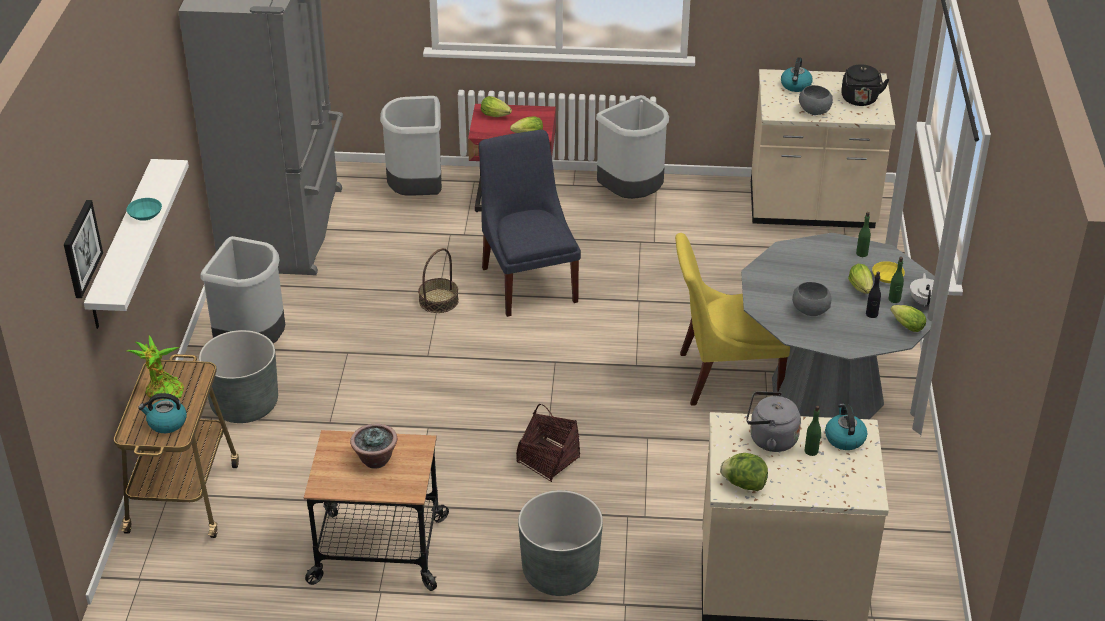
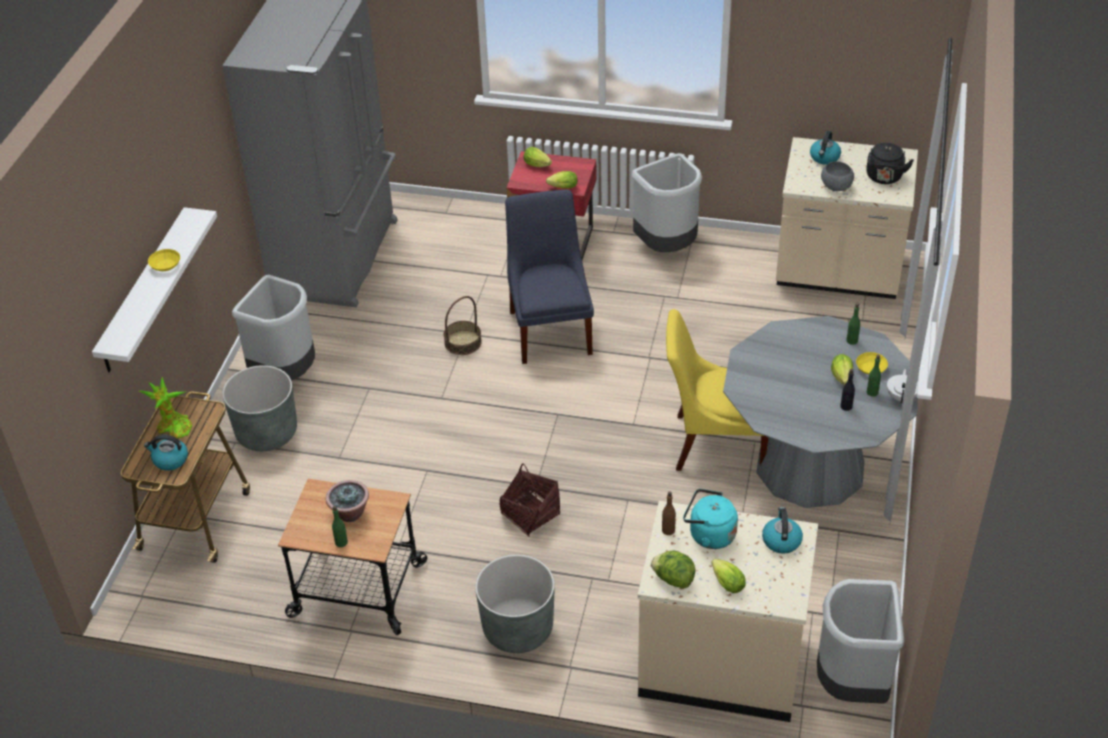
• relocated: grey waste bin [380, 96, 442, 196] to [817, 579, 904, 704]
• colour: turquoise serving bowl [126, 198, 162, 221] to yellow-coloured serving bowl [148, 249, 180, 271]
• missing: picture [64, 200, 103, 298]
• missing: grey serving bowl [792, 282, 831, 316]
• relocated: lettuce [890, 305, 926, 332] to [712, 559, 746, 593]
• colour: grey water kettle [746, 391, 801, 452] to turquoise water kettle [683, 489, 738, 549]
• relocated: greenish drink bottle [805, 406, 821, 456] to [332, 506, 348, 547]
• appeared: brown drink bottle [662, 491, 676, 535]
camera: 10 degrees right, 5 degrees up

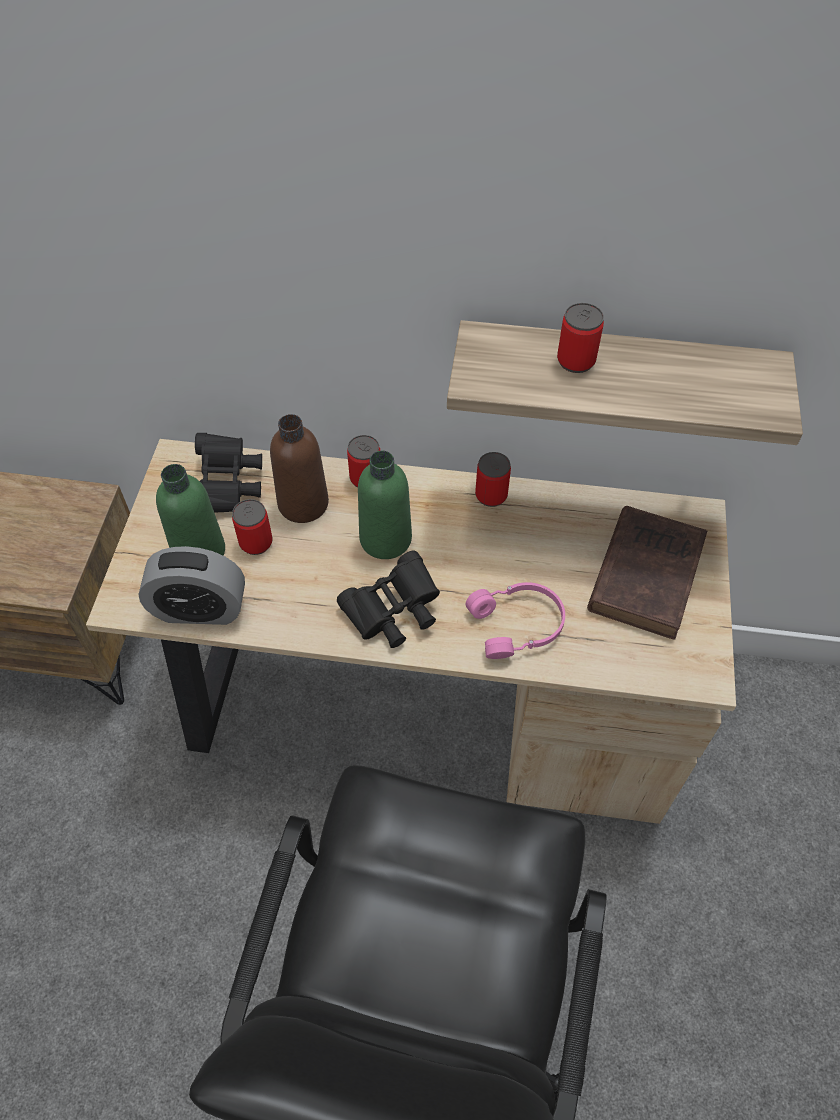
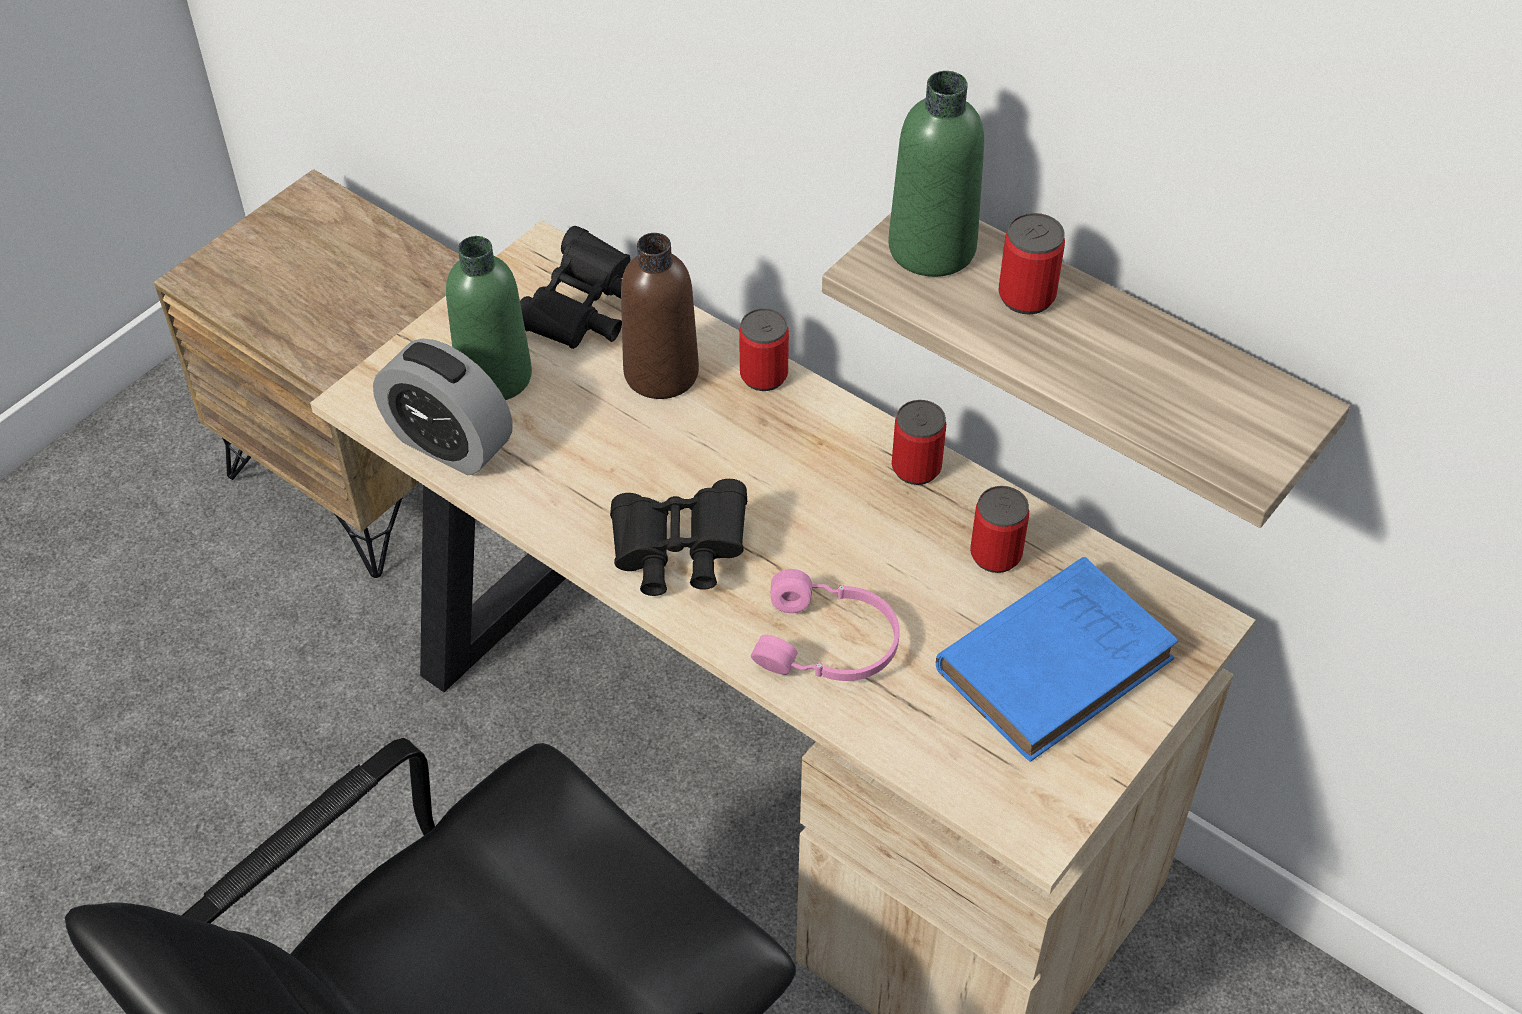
• relocated: greenish drink bottle [358, 451, 412, 559] to [888, 71, 984, 277]
• relocated: can [232, 499, 273, 555] to [970, 486, 1029, 573]
• colour: brown bound book [587, 506, 707, 640] to blue-coloured bound book [936, 557, 1178, 762]
camera: 30 degrees right, 5 degrees down

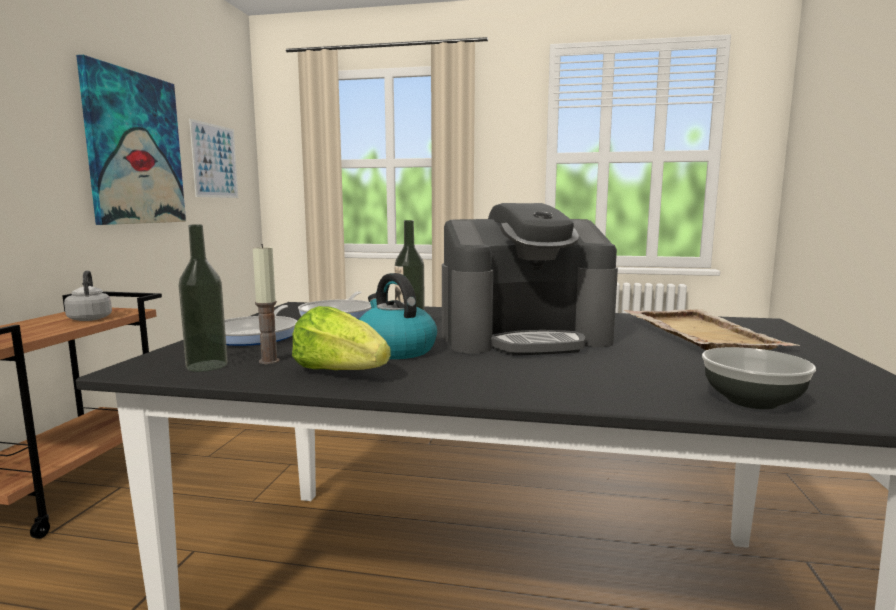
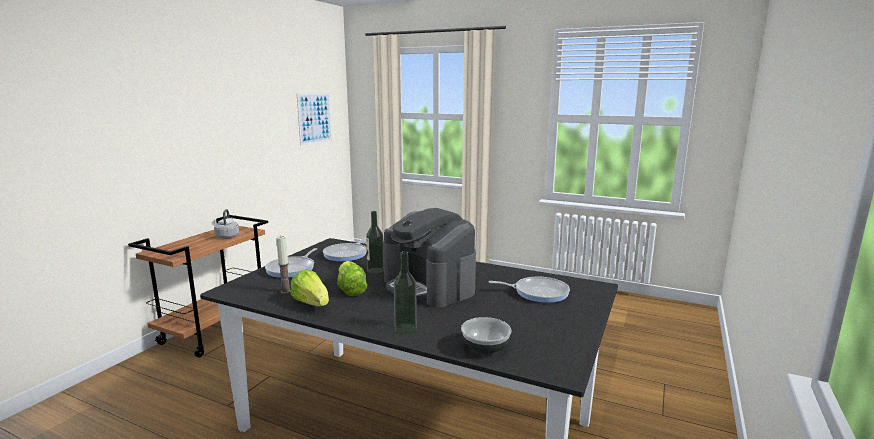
• missing: picture [76, 55, 186, 225]
• spun: coffee brewer [442, 203, 618, 356] = [383, 208, 476, 308] 45 degrees clockwise
• relocated: drink bottle [178, 225, 228, 372] to [394, 251, 417, 334]
• exchanged: water kettle [359, 273, 437, 359] to lettuce [337, 261, 367, 296]
• exchanged: beige carrying tray [623, 309, 800, 350] to skillet [488, 277, 570, 303]
camera: 15 degrees right, 5 degrees up

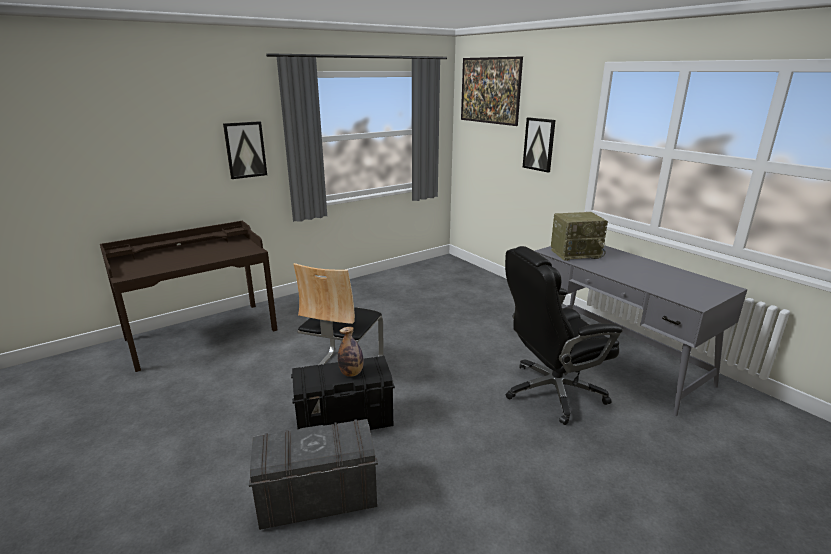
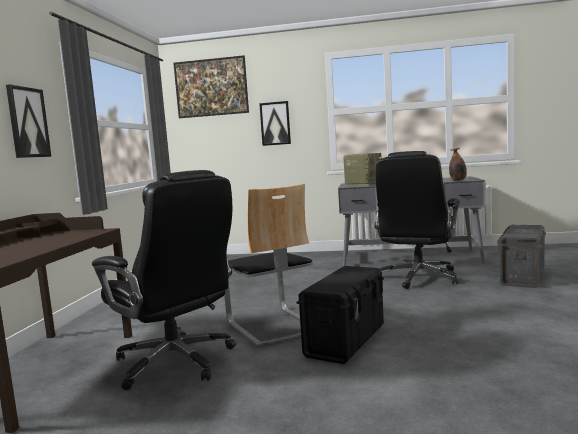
• relocated: drink bottle [338, 327, 364, 377] to [449, 148, 467, 181]
• relocated: grey storage box [249, 419, 378, 530] to [497, 225, 546, 288]
• appeared: black-coloured computer chair [92, 170, 236, 390]
camera: 45 degrees left, 15 degrees down

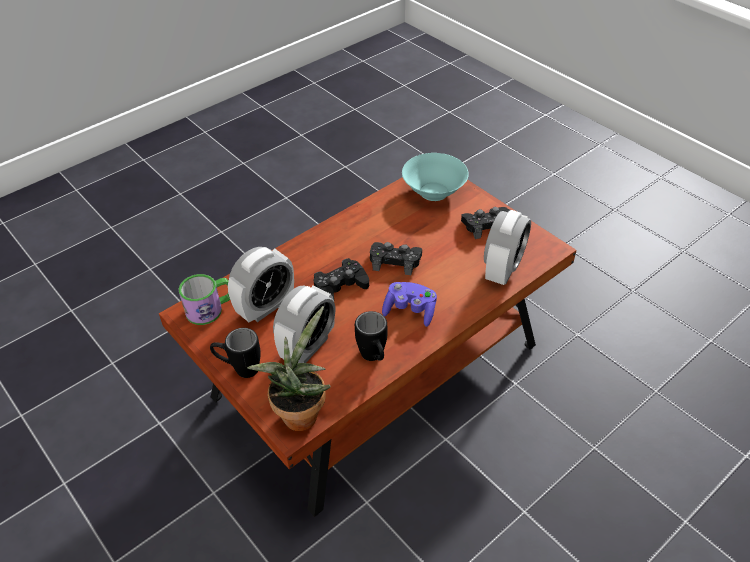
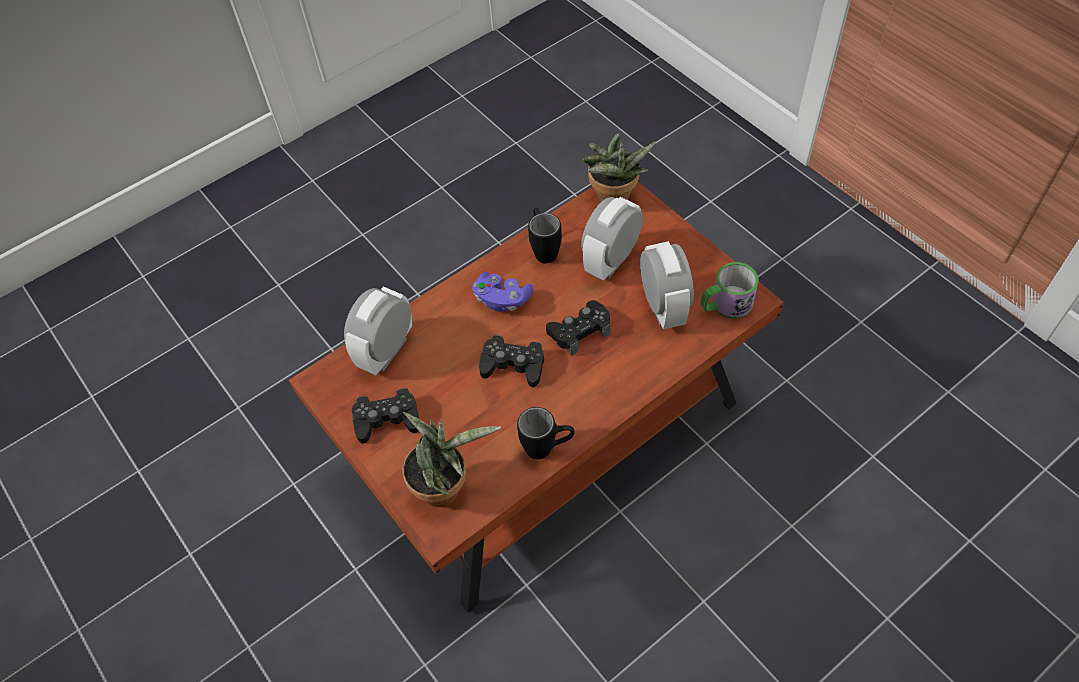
• exchanged: turquoise serving bowl [402, 153, 469, 201] to plant in a pot [402, 412, 501, 507]
• spun: table clock [228, 247, 294, 322] = [640, 241, 694, 329] 120 degrees clockwise
• relocated: black-coloured tea mug [210, 328, 261, 378] to [517, 407, 575, 460]
camera: 175 degrees left, 10 degrees up

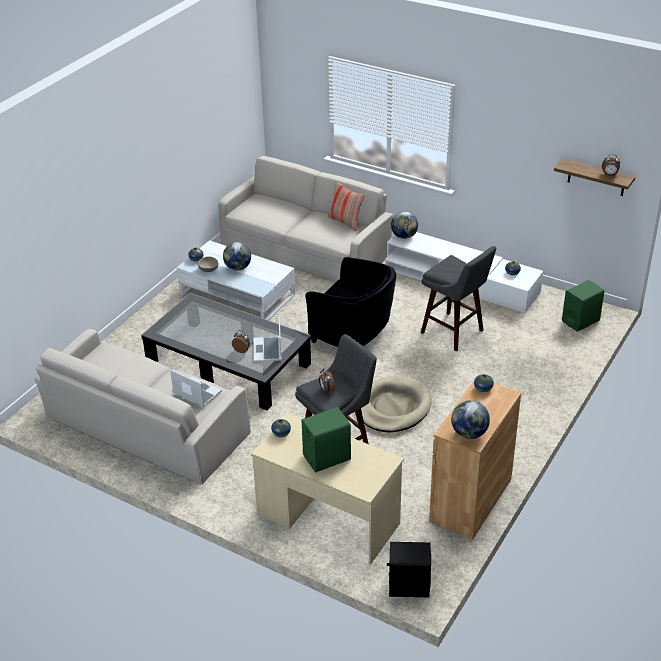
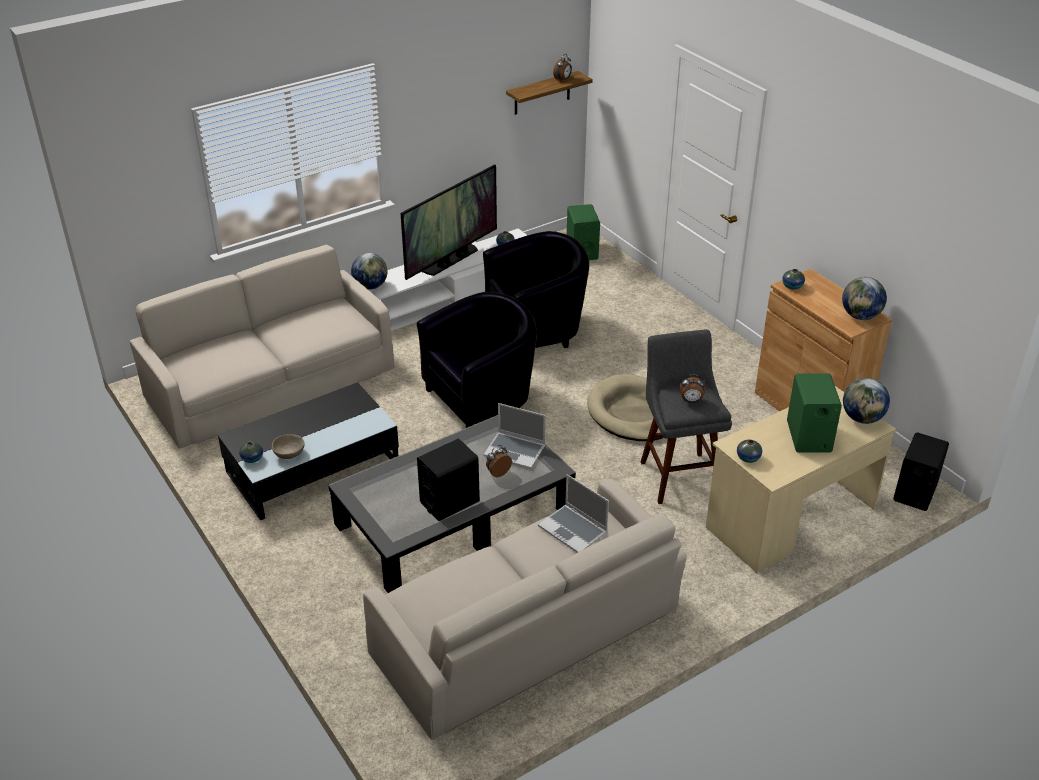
• missing: throw pillow [328, 182, 364, 231]
• colour: whitish coffee table [176, 240, 295, 320] to black-coloured coffee table [218, 382, 399, 520]
• relocated: globe [223, 242, 251, 271] to [843, 378, 890, 424]
• exchanged: grey sitting stool [421, 246, 496, 351] to black-coloured easy chair [483, 231, 589, 348]
• spun: portable computer [170, 370, 222, 407] = [538, 474, 609, 553] 105 degrees counterclockwise
• appeared: TV [400, 164, 497, 280]
• appeared: black-coloured speaker [417, 439, 480, 521]
camera: 65 degrees left, 0 degrees up

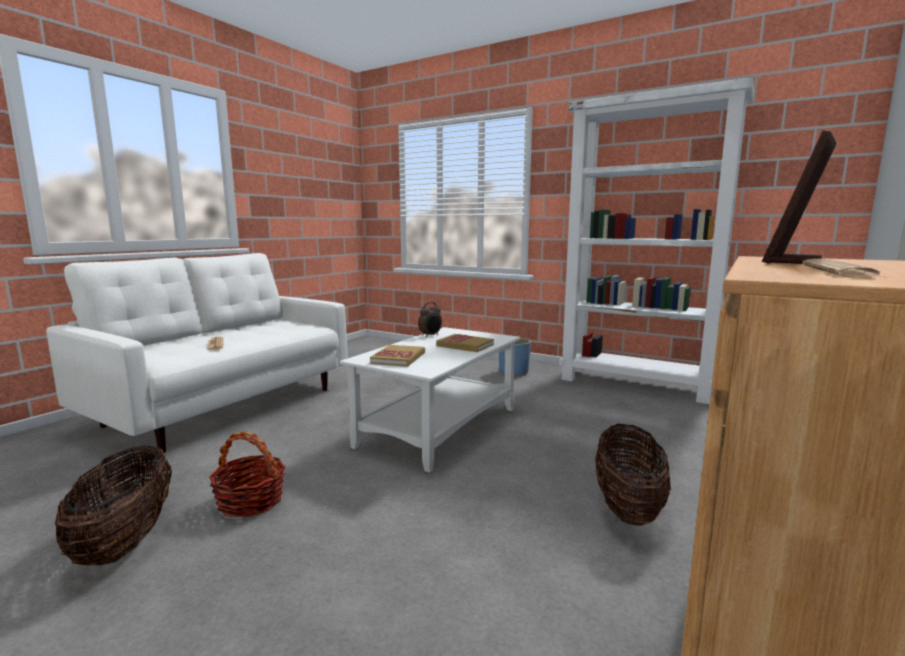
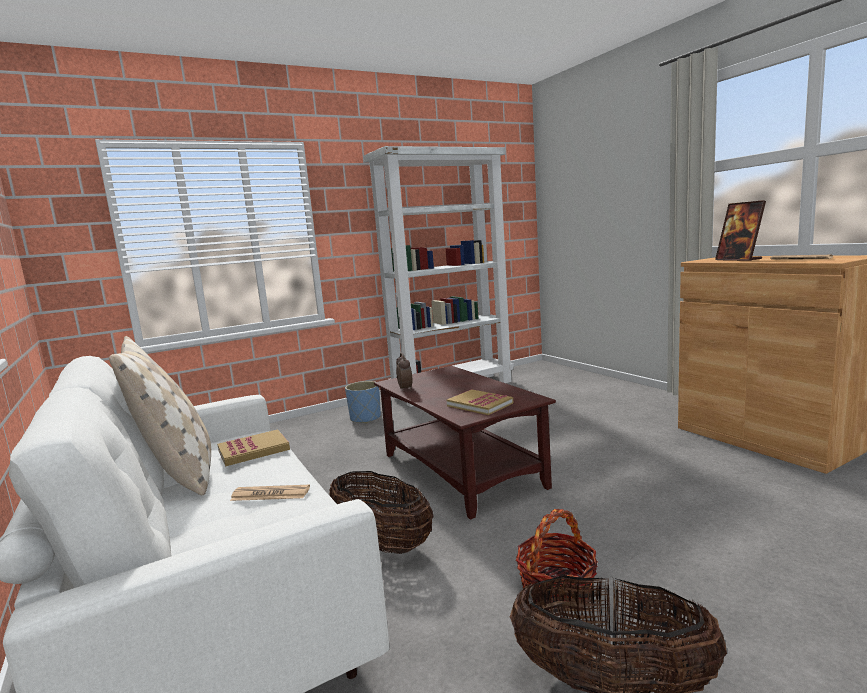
• colour: whitish coffee table [340, 327, 520, 473] to brown coffee table [374, 366, 556, 520]
• relocated: bound book [436, 334, 494, 352] to [217, 429, 290, 466]
• relocated: basket [595, 424, 671, 526] to [329, 471, 434, 554]
• appeared: beige throw pillow [109, 336, 211, 496]
camera: 60 degrees left, 0 degrees up

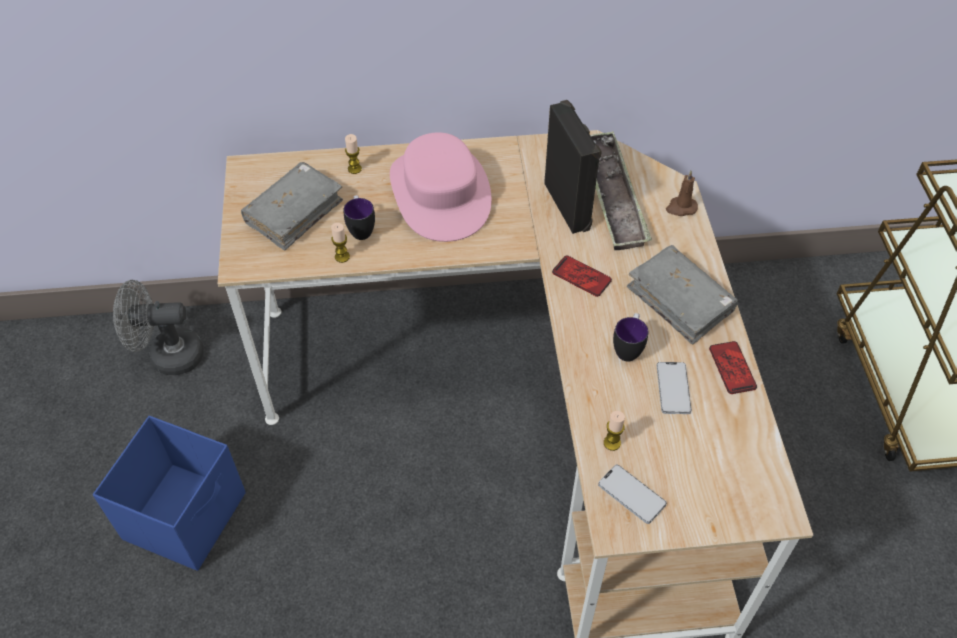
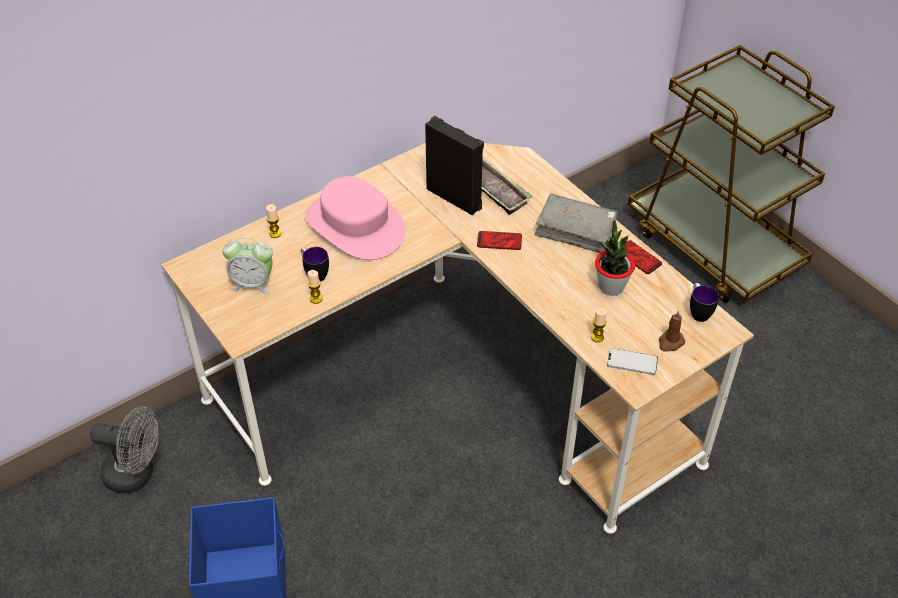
• exchanged: grey bound book [241, 162, 343, 250] to table clock [222, 237, 273, 294]
• relocated: brown wax light [666, 170, 698, 216] to [659, 310, 685, 352]
• spun: grey cooling fan [113, 280, 204, 375] = [90, 406, 159, 493] 135 degrees counterclockwise
• relocated: tea mug [613, 313, 648, 362] to [690, 283, 719, 322]
• exchanged: phone [657, 362, 692, 414] to plant in a pot [595, 219, 635, 296]
camera: 30 degrees left, 5 degrees down

